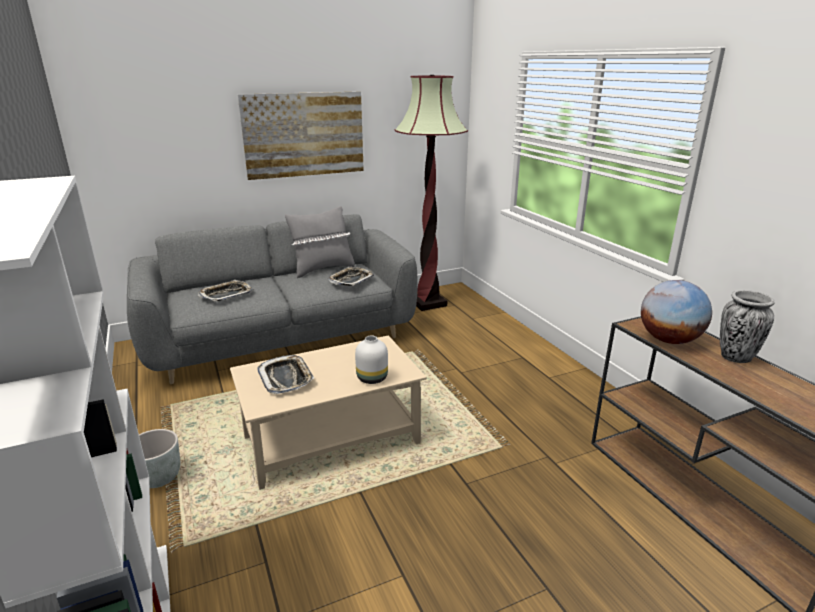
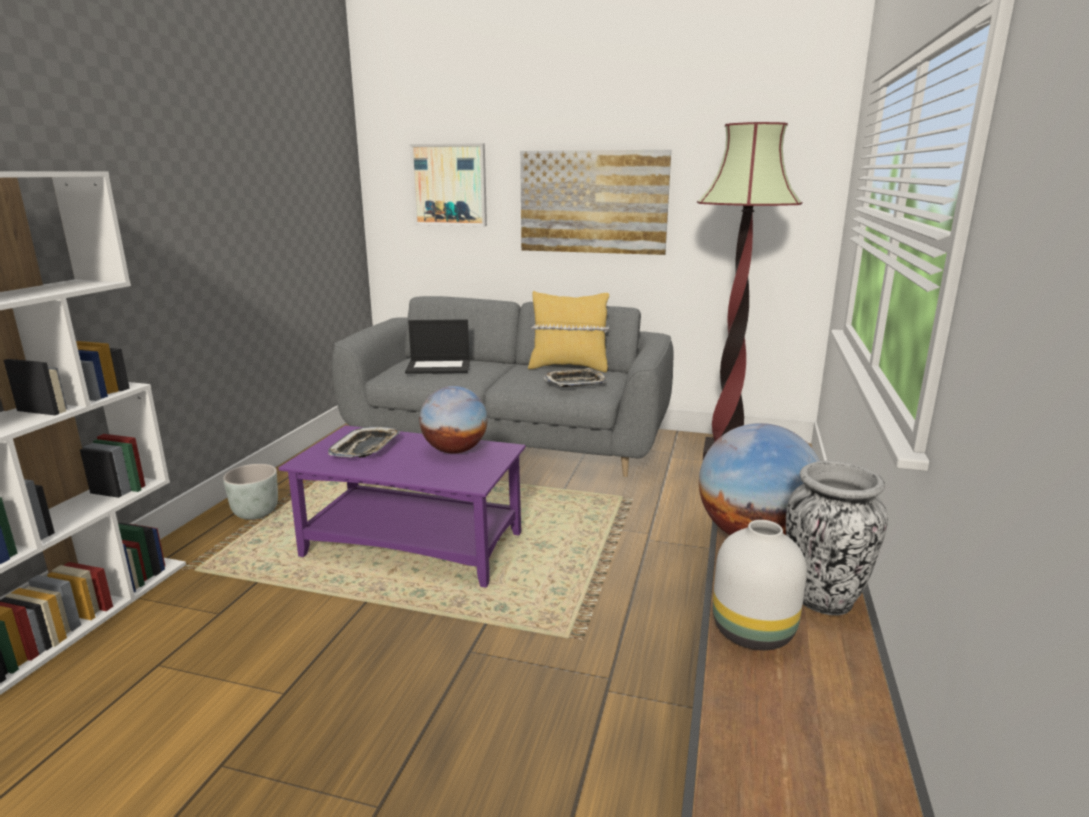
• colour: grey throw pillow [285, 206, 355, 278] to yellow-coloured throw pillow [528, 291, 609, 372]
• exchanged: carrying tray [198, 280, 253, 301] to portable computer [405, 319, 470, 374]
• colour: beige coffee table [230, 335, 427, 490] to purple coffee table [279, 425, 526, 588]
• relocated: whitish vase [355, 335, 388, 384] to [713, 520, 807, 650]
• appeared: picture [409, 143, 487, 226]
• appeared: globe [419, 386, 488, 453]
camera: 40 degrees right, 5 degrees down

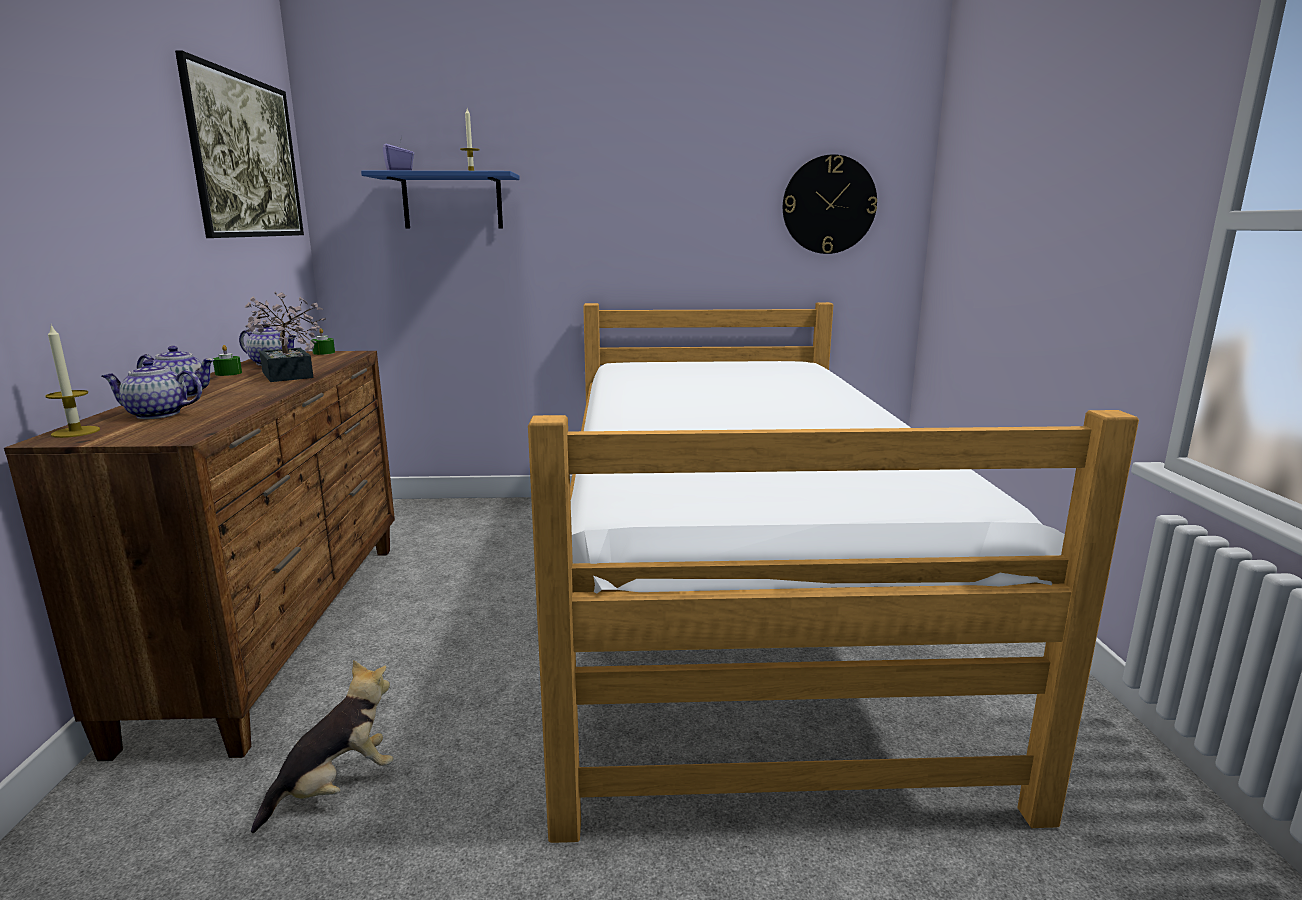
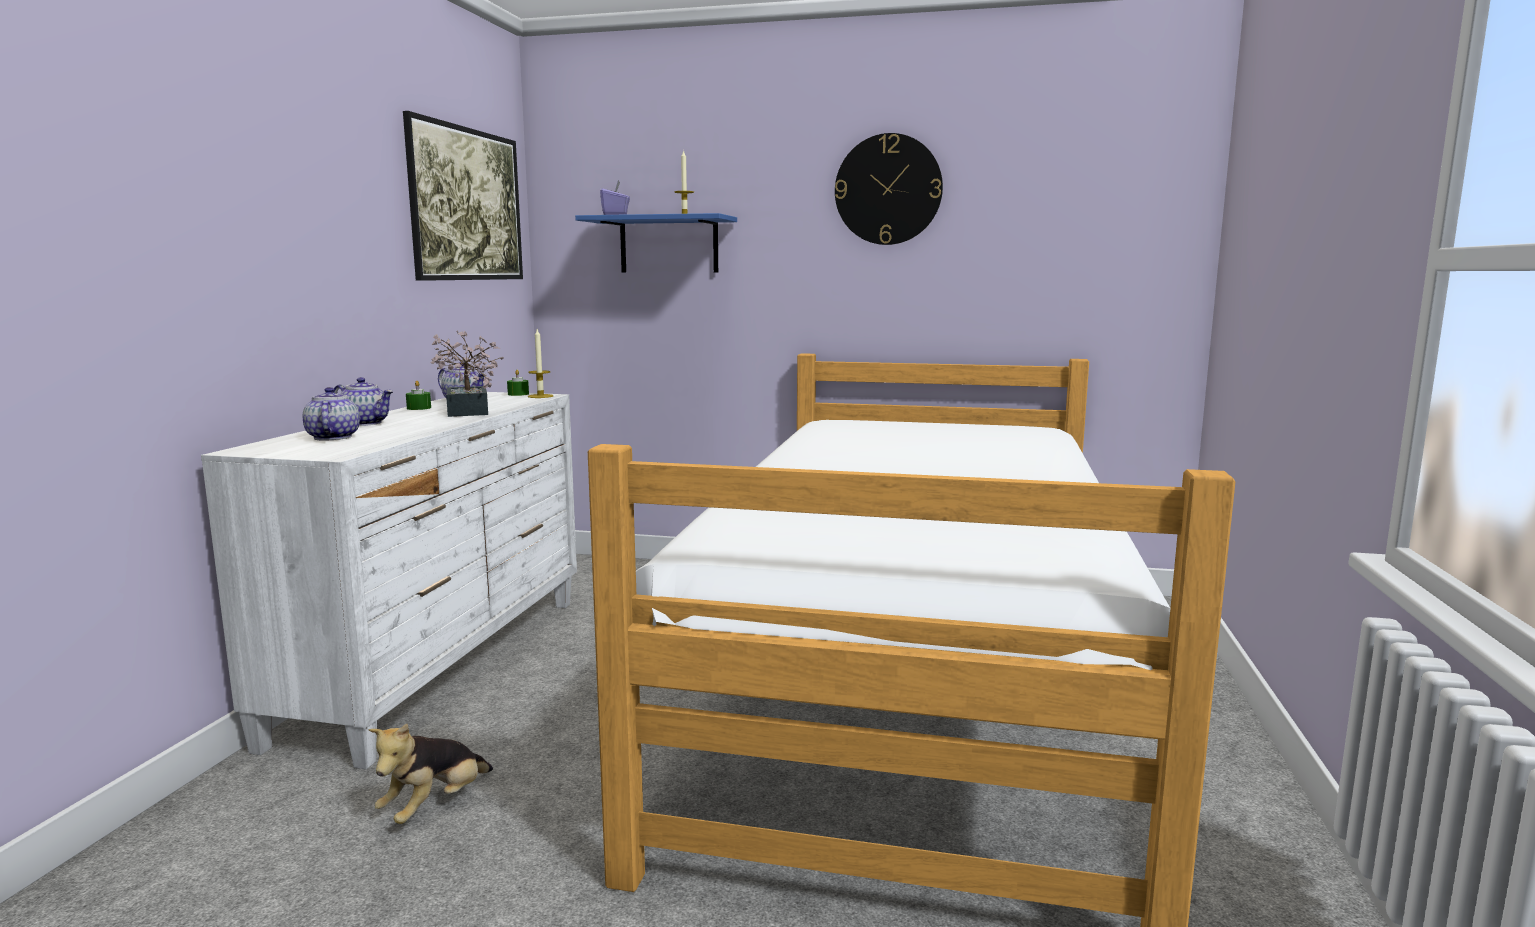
• relocated: wall clock [783, 154, 877, 254] to [835, 133, 943, 245]
• relocated: wax light [45, 325, 100, 438] to [528, 329, 553, 398]
• colour: brown dresser [4, 351, 395, 761] to whitish dresser [201, 392, 577, 769]
• spun: teapot [102, 360, 202, 419] = [303, 387, 360, 440] 60 degrees clockwise
• spun: cuddly toy [251, 660, 393, 833] = [369, 724, 493, 824] 150 degrees clockwise
camera: 15 degrees right, 5 degrees down

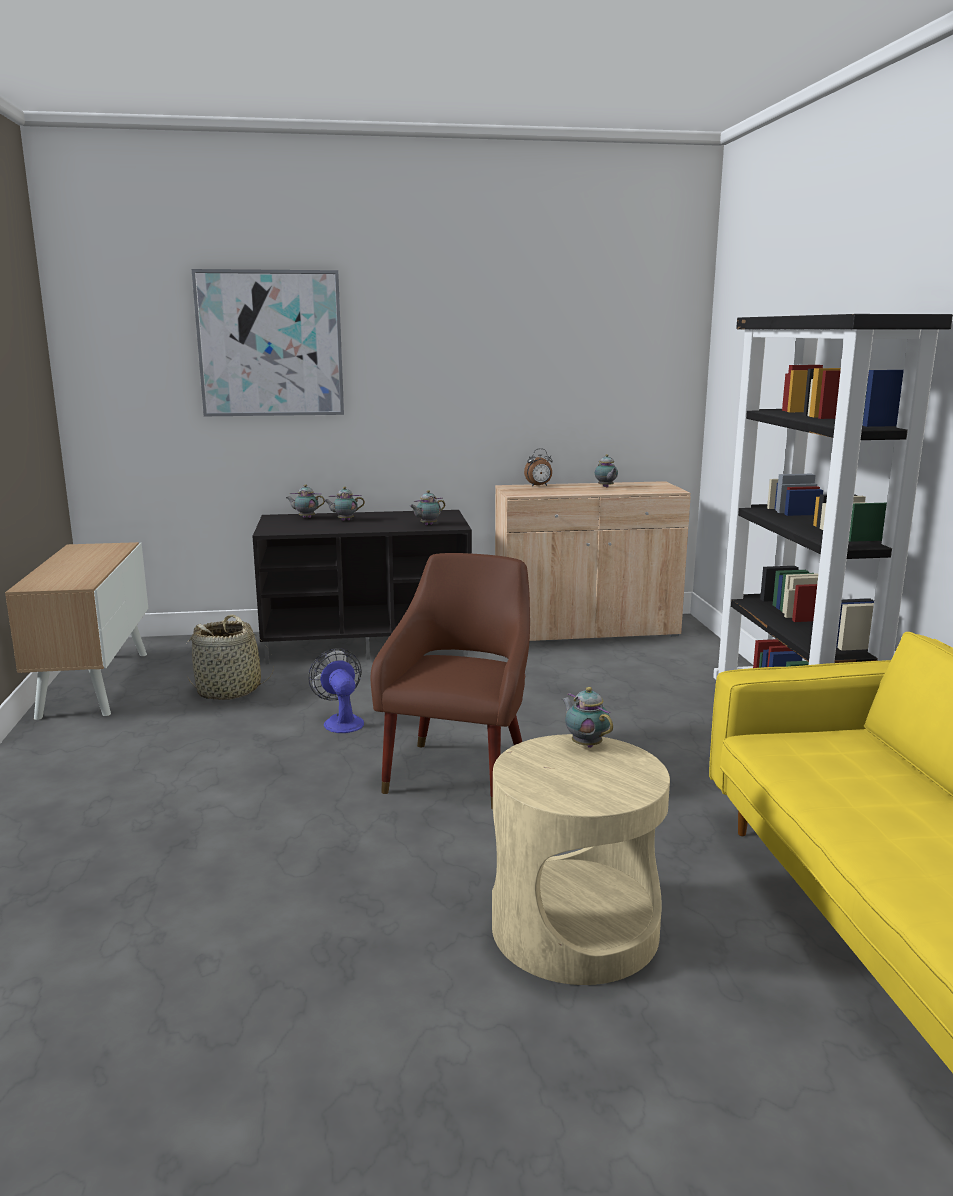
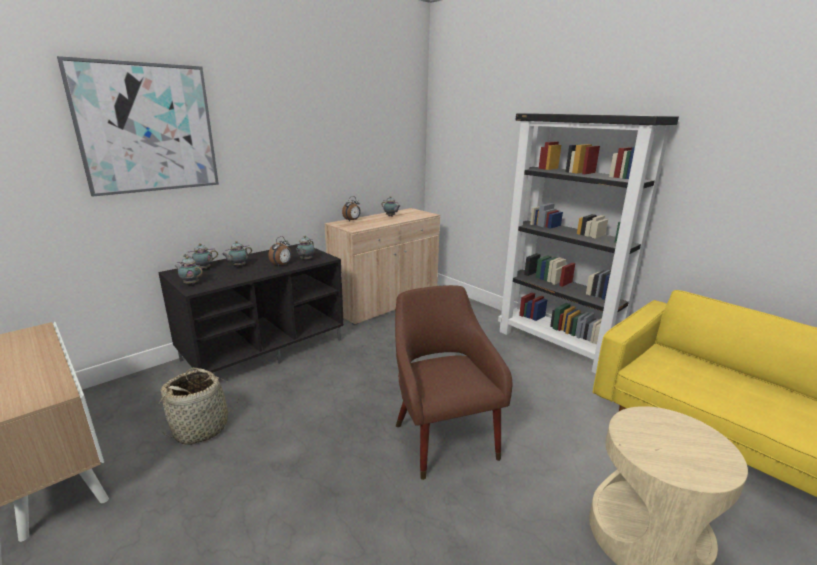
• missing: cooling fan [308, 649, 364, 733]
• relocated: teapot [562, 687, 613, 748] to [174, 256, 203, 284]
• appeared: table clock [268, 236, 291, 267]
camera: 35 degrees left, 5 degrees up

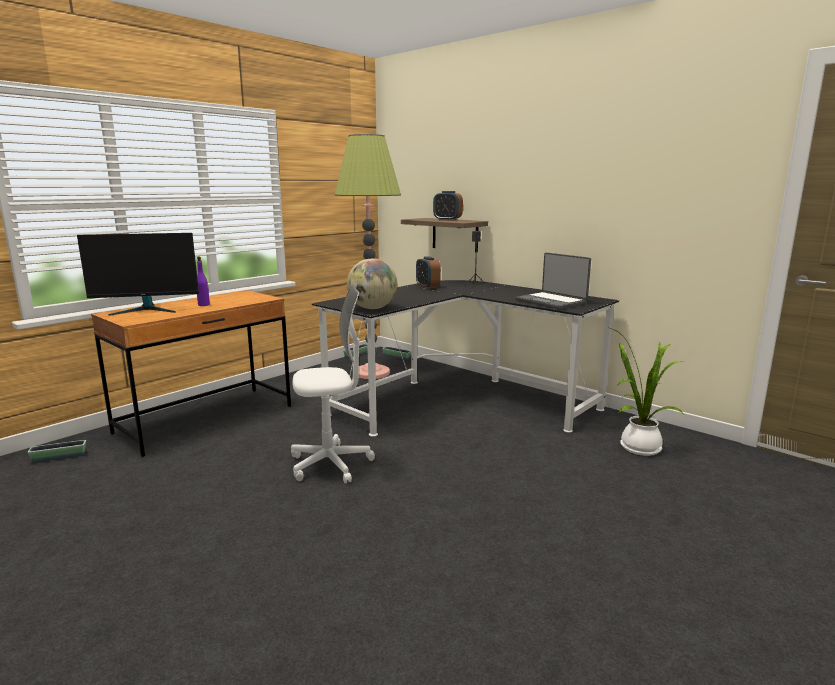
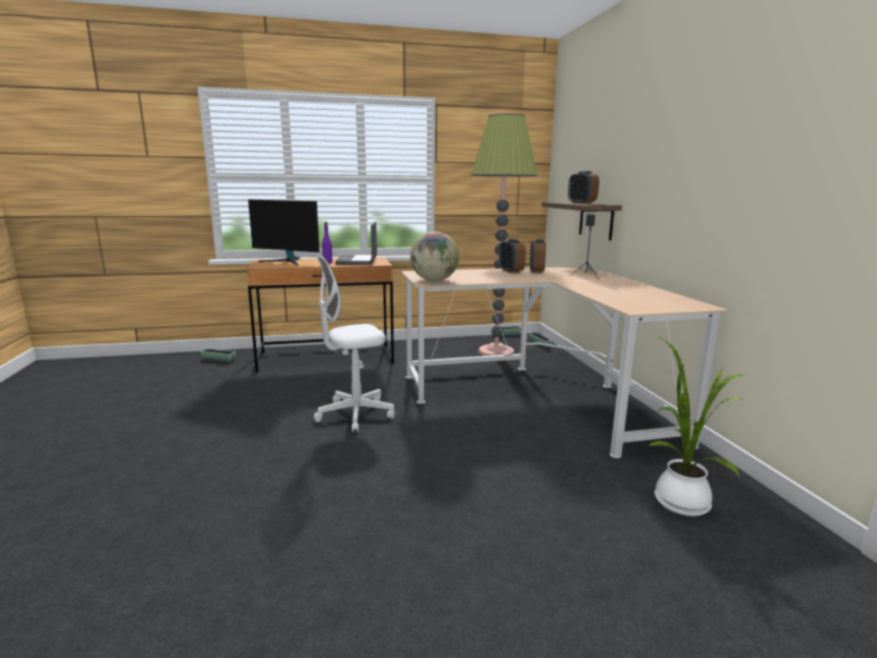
• relocated: portable computer [515, 252, 591, 310] to [335, 221, 377, 265]
• colour: black-coloured desk [312, 280, 619, 437] to beige desk [402, 267, 728, 458]
• spun: whitish computer chair [291, 286, 375, 484] = [314, 253, 395, 432] 135 degrees clockwise
• appeared: table clock [499, 239, 526, 273]
camera: 35 degrees right, 0 degrees up

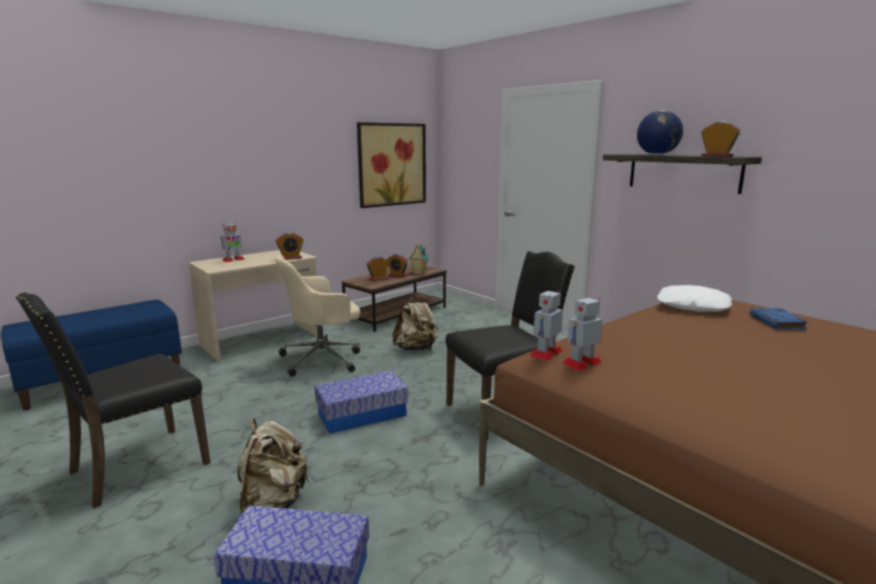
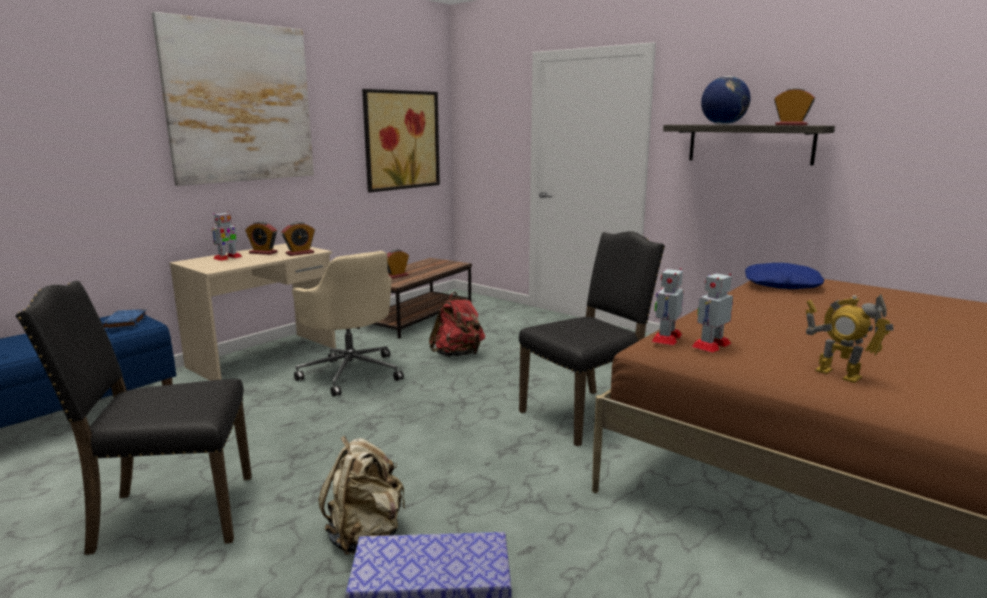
• missing: miniature house [409, 243, 429, 275]
• relocated: table clock [386, 254, 408, 278] to [245, 221, 278, 255]
• spun: beige computer chair [276, 255, 360, 377] = [292, 251, 404, 397] 90 degrees counterclockwise
• colour: whitish throw pillow [657, 285, 732, 312] to blue-coloured throw pillow [745, 263, 824, 289]
• spun: black-coloured plain chair [16, 292, 210, 509] = [16, 281, 252, 555] 45 degrees clockwise
• colour: beige knapsack [392, 296, 439, 350] to red knapsack [429, 292, 485, 357]
• relocated: blue-coloured bound book [750, 308, 808, 330] to [102, 309, 147, 330]
• missing: storage box [314, 371, 408, 434]
• appeared: picture [152, 12, 314, 186]
• appeared: robot figure [805, 294, 894, 383]
camera: 10 degrees left, 0 degrees up

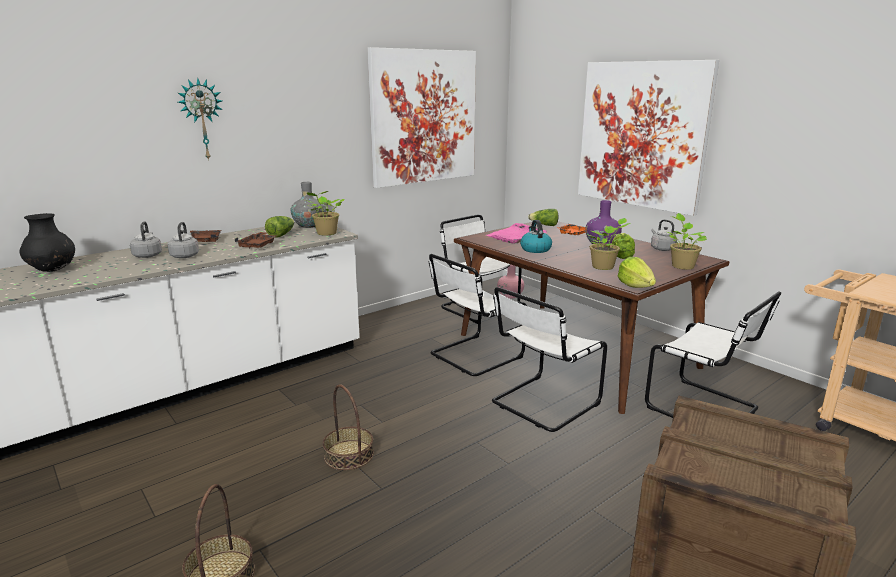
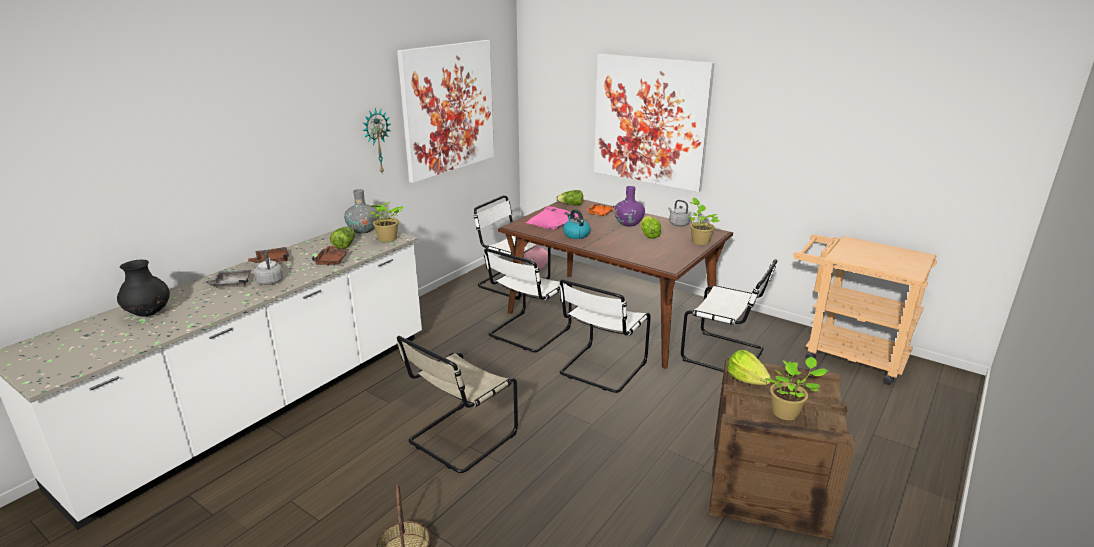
• relocated: wall clock [178, 77, 223, 161] to [362, 108, 391, 173]
• relocated: plant in a pot [586, 218, 630, 270] to [764, 356, 828, 420]
• exchanged: grey water kettle [130, 221, 162, 258] to grey carrying tray [203, 270, 252, 288]
• relocated: lettuce [618, 257, 656, 288] to [727, 350, 772, 385]
• exchanged: basket [323, 384, 374, 470] to beige plain chair [397, 336, 518, 473]
camera: 15 degrees left, 5 degrees up

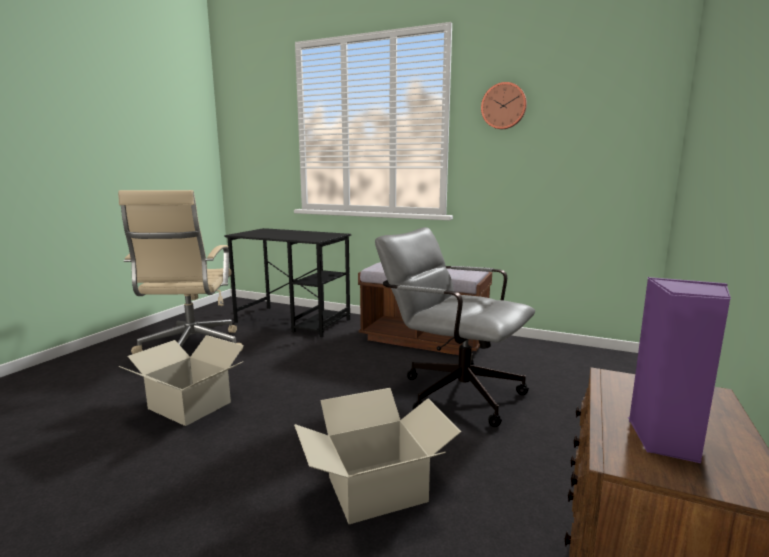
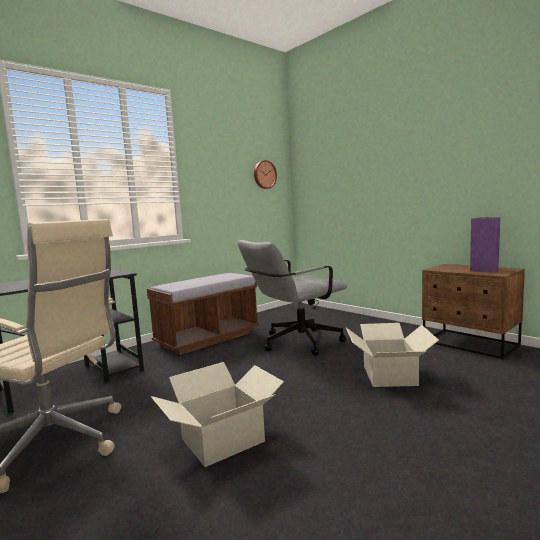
• relocated: wall clock [481, 82, 527, 129] to [254, 160, 277, 189]
camera: 65 degrees left, 5 degrees down

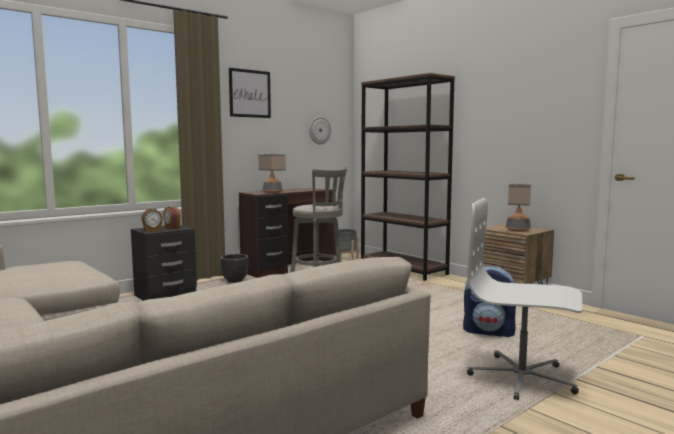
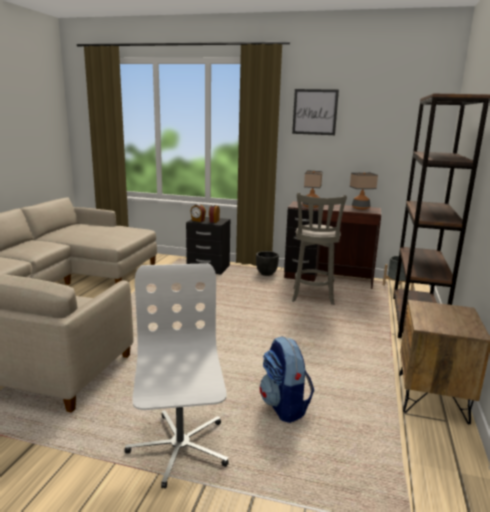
• missing: wall clock [309, 116, 331, 144]
• relocated: table lamp [506, 184, 531, 232] to [350, 173, 378, 210]
camera: 55 degrees right, 10 degrees up

